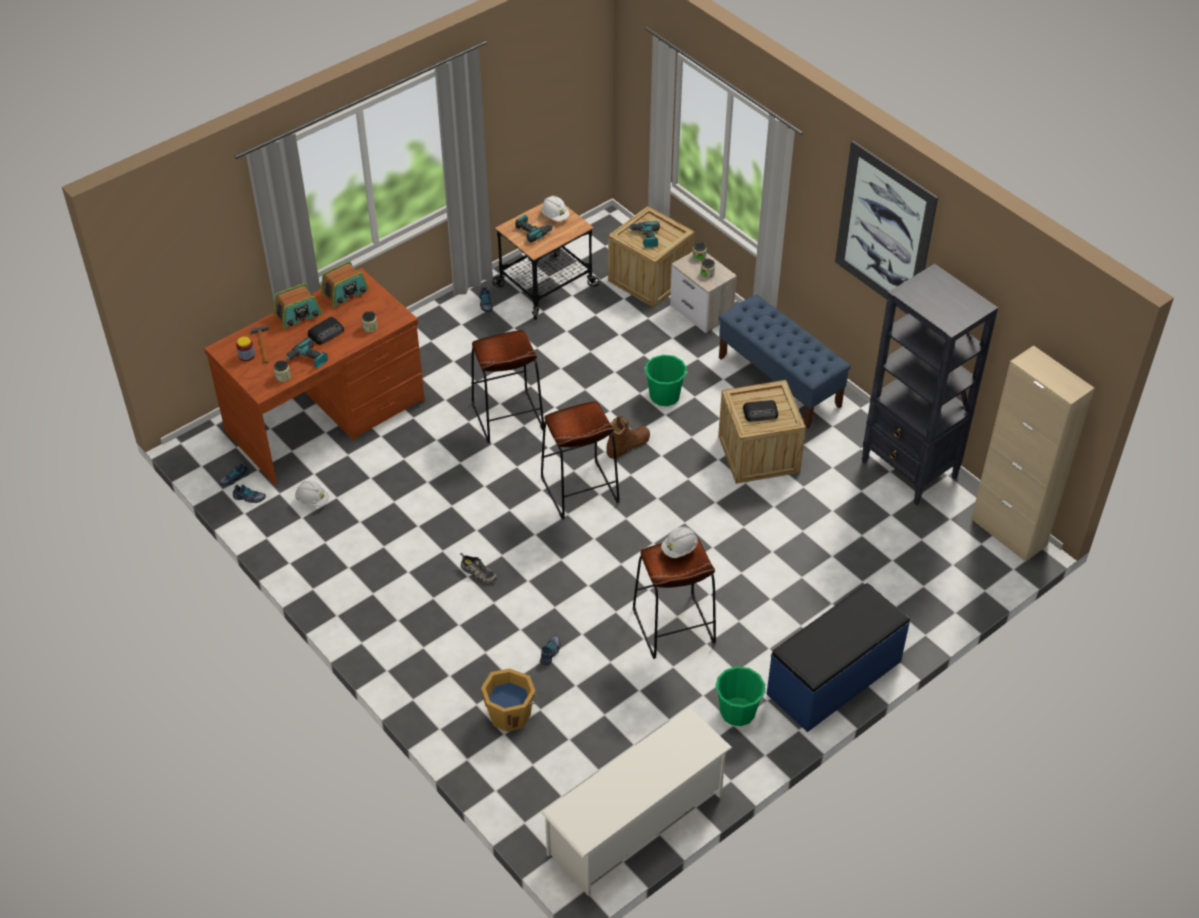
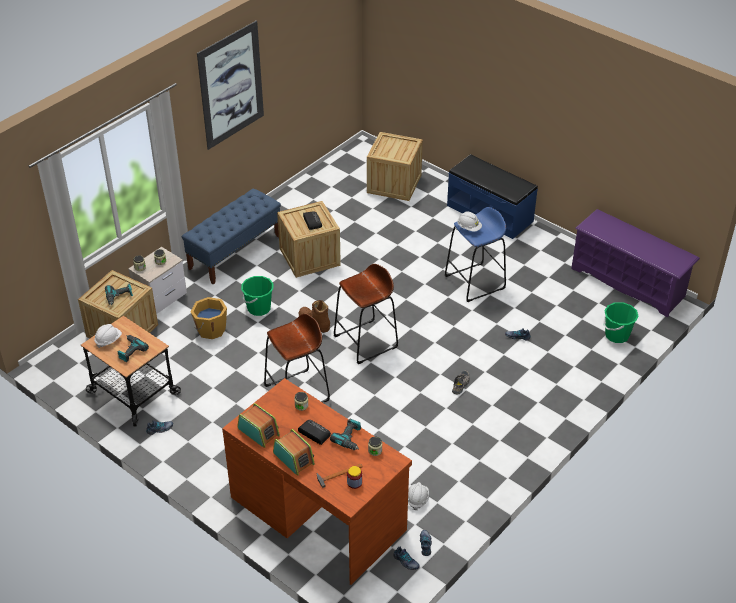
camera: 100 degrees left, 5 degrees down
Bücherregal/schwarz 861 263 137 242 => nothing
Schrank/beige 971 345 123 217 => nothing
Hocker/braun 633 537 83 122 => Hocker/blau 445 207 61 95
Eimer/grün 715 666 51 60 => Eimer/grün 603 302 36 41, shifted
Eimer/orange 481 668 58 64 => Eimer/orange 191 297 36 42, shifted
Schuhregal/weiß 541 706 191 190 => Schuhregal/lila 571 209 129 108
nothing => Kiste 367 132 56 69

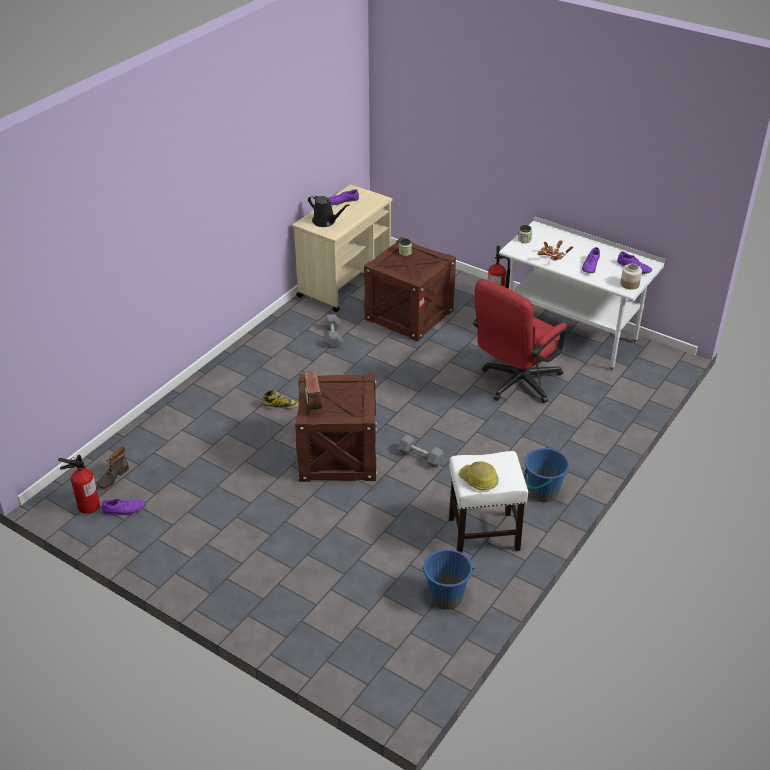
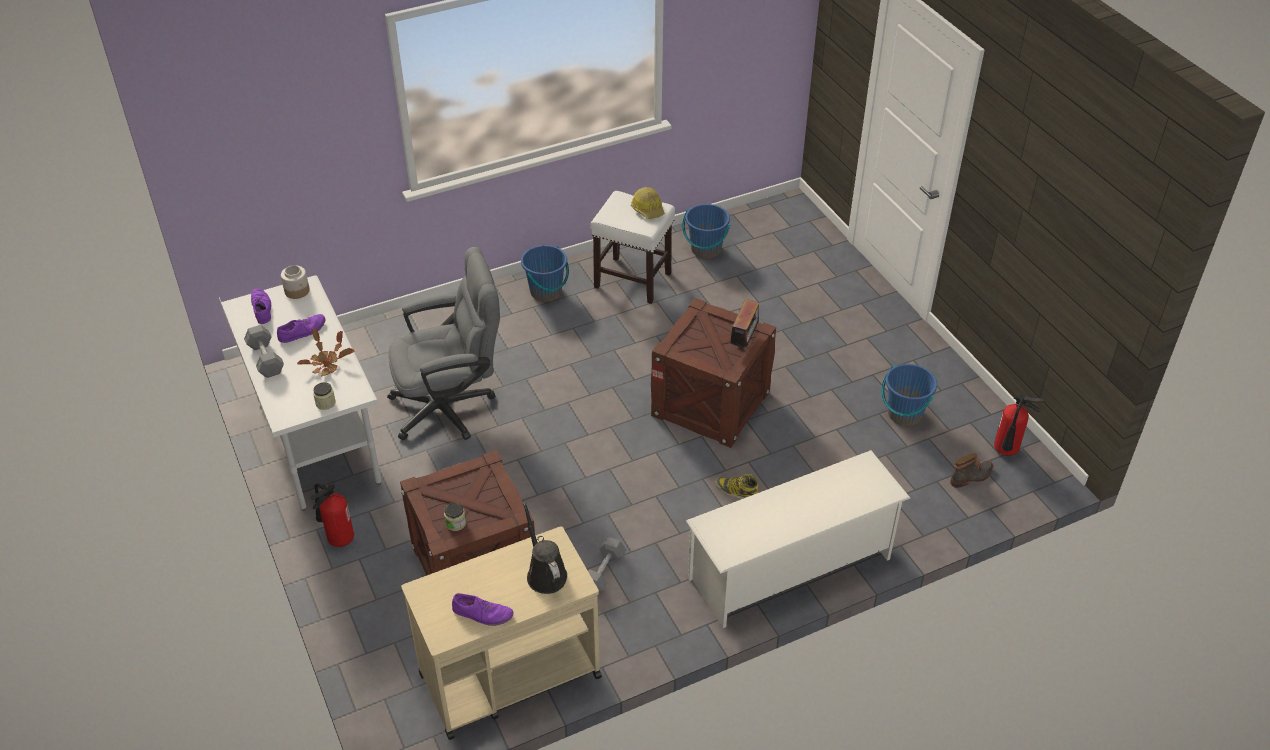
camera: 150 degrees left, 5 degrees up
Bürostuhl/rot 473 279 94 124 => Bürostuhl/grau 387 247 113 193
Hantel/grau 399 434 45 34 => Hantel/grau 244 325 40 53, shifted
Schuh/lila 101 499 44 16 => nothing
nothing => Eimer/blau 881 364 56 62
nothing => Schuhregal/weiß 686 450 224 178

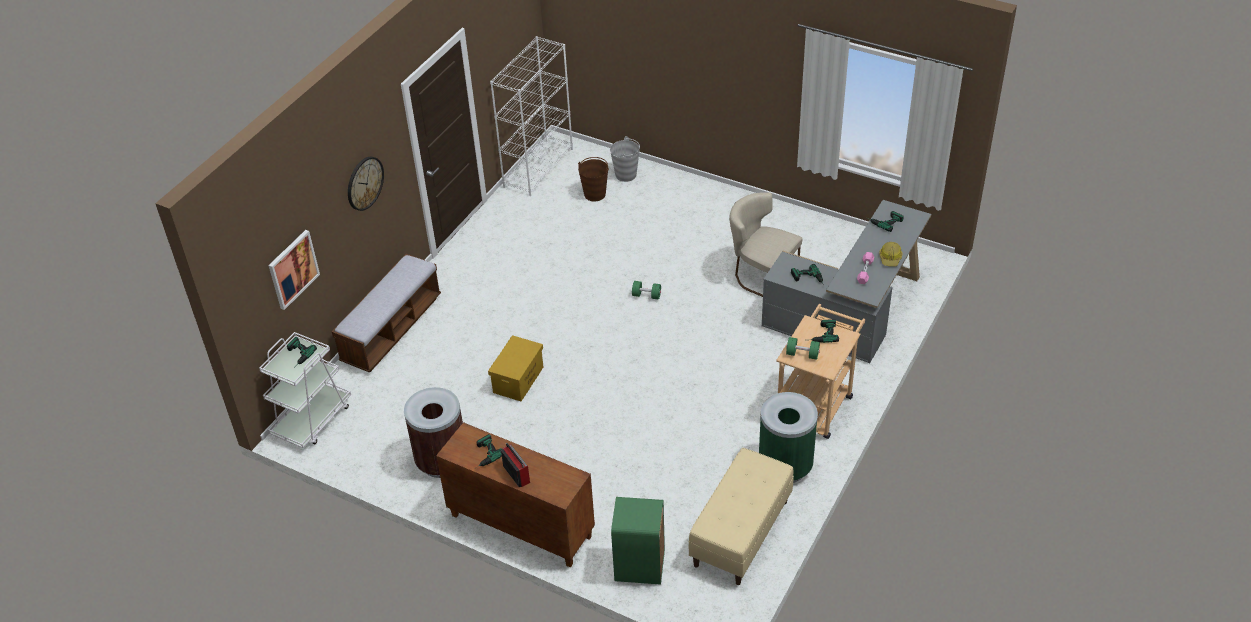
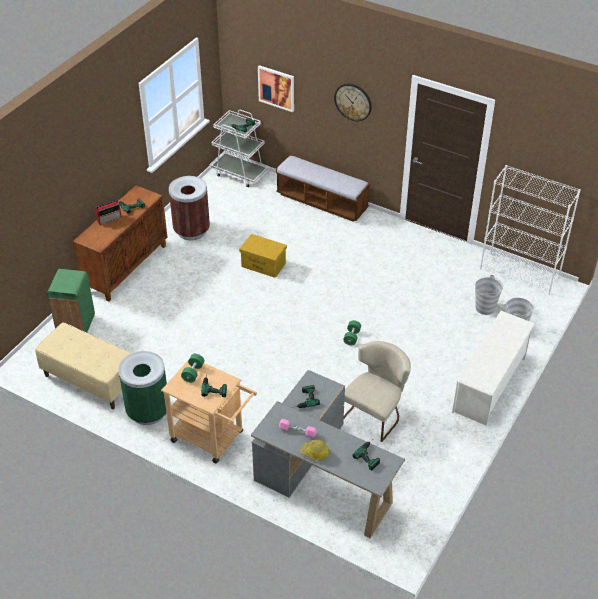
camera: 90 degrees right, 0 degrees up
Eimer/braun 578 157 31 44 => Eimer/grau 475 275 28 40
nothing => Schuhregal/weiß 452 311 83 115

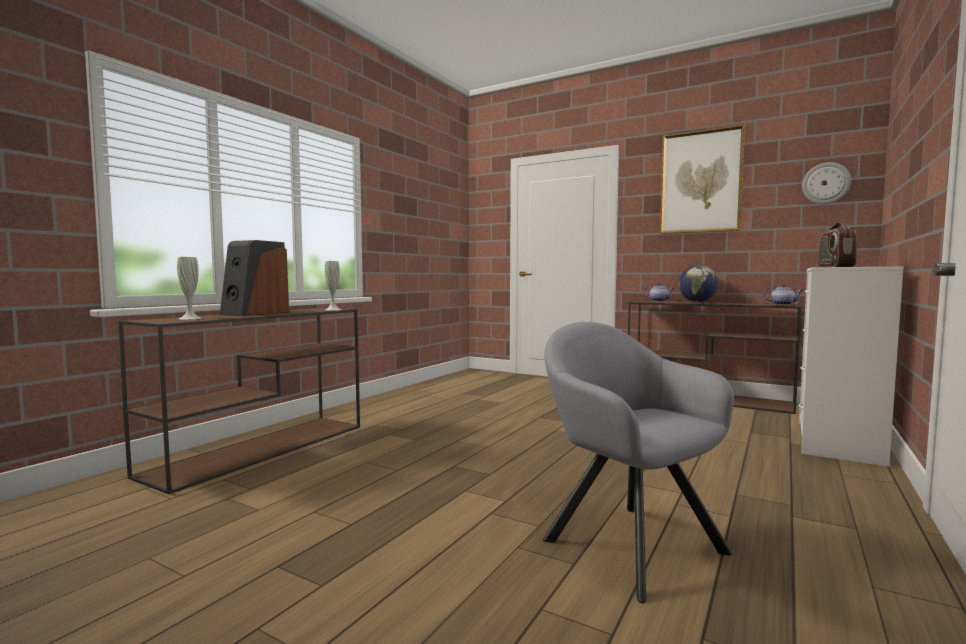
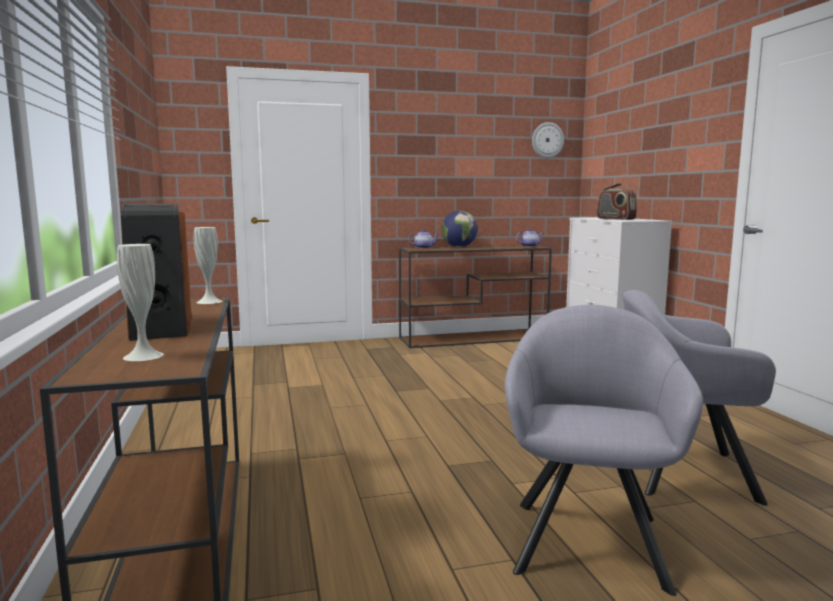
camera: 45 degrees left, 5 degrees up
Bild 660 125 85 109 => nothing
nothing => Sessel/grau 505 305 198 291

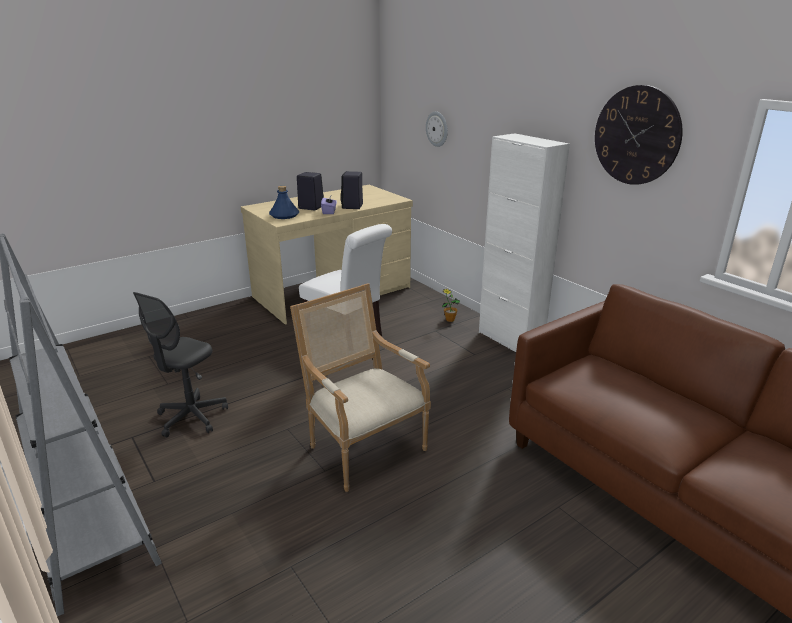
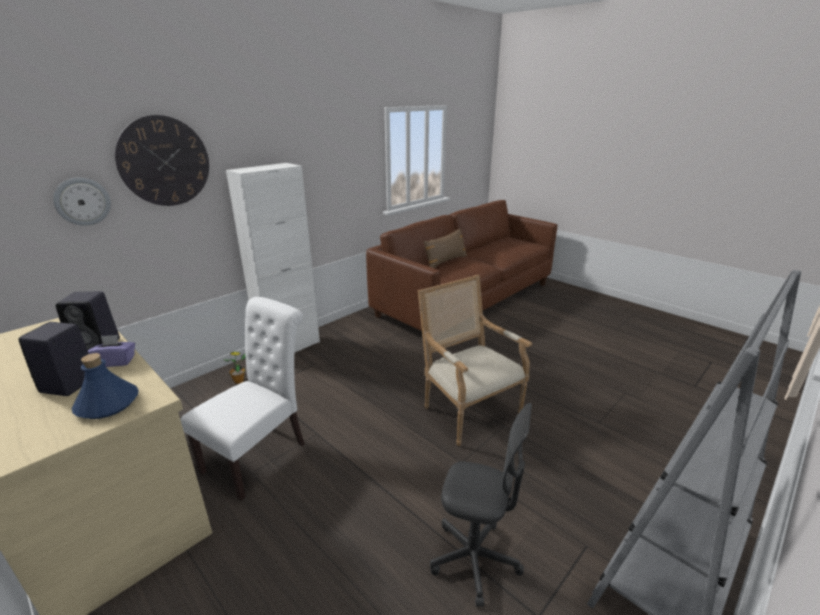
camera: 100 degrees left, 0 degrees up
Wanduhr 595 85 87 100 => Wanduhr 115 115 94 91, shifted
Sessel 290 284 141 208 => Sessel 418 275 114 171, 105 degrees clockwise
nothing => Kissen/braun 423 228 44 40

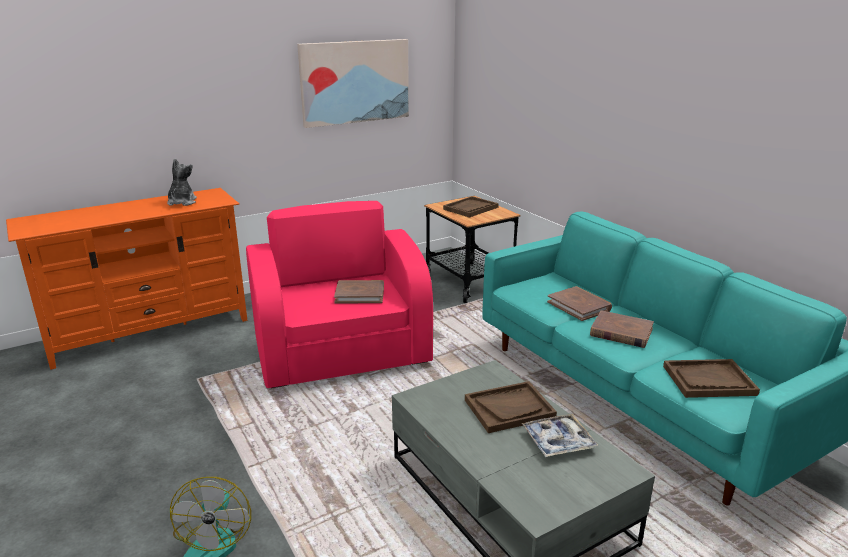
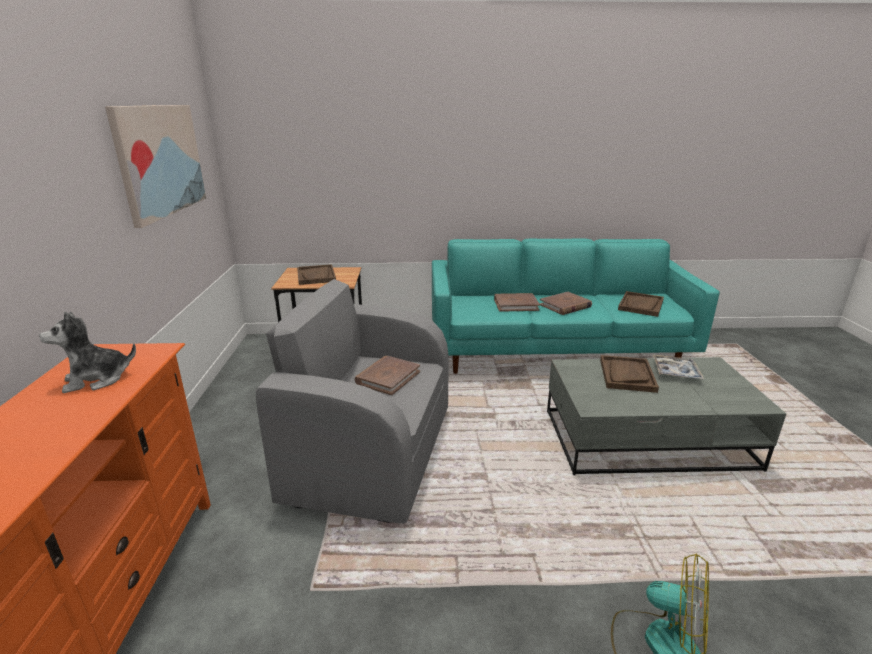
camera: 60 degrees left, 0 degrees up
Plüschtier 167 158 30 48 => Plüschtier 39 311 97 82, 60 degrees counterclockwise
Sessel/rosa 246 201 187 187 => Sessel/grau 256 279 193 244

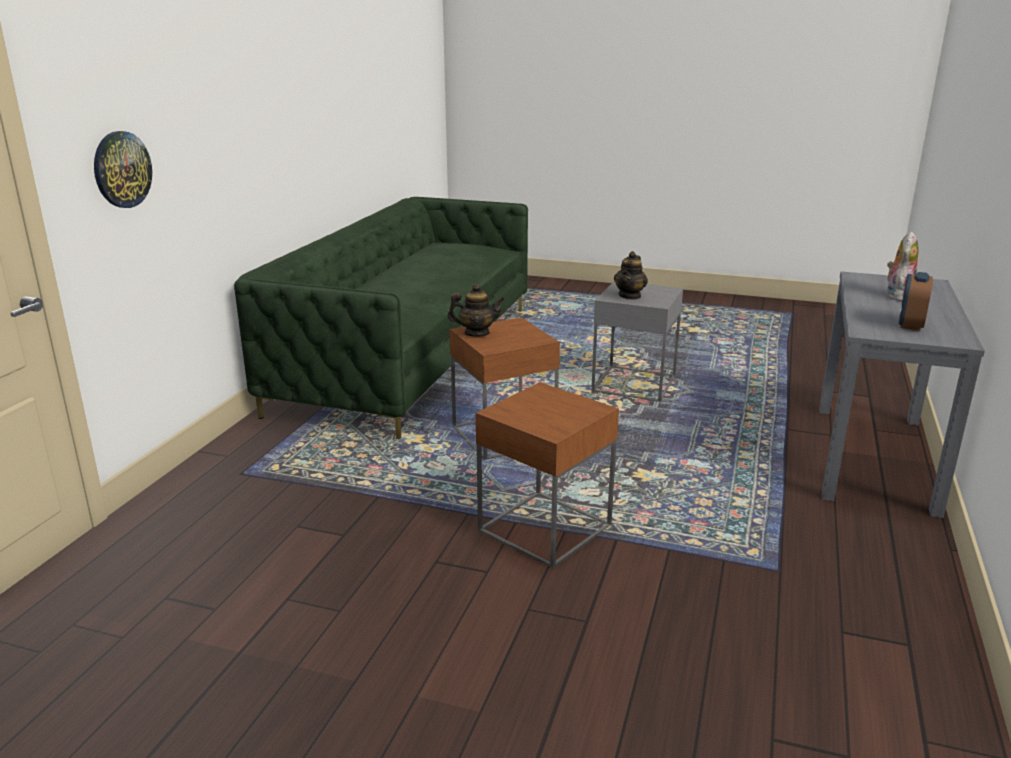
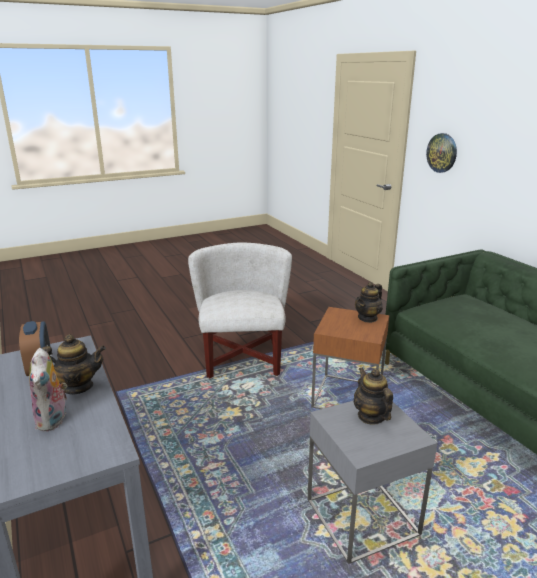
camera: 135 degrees right, 0 degrees up
Beistelltisch/braun 476 382 143 187 => Sessel/weiß 188 242 104 136
nothing => Teekanne 42 334 64 61

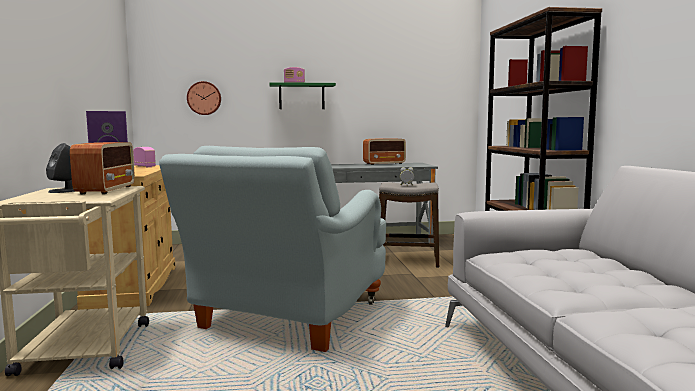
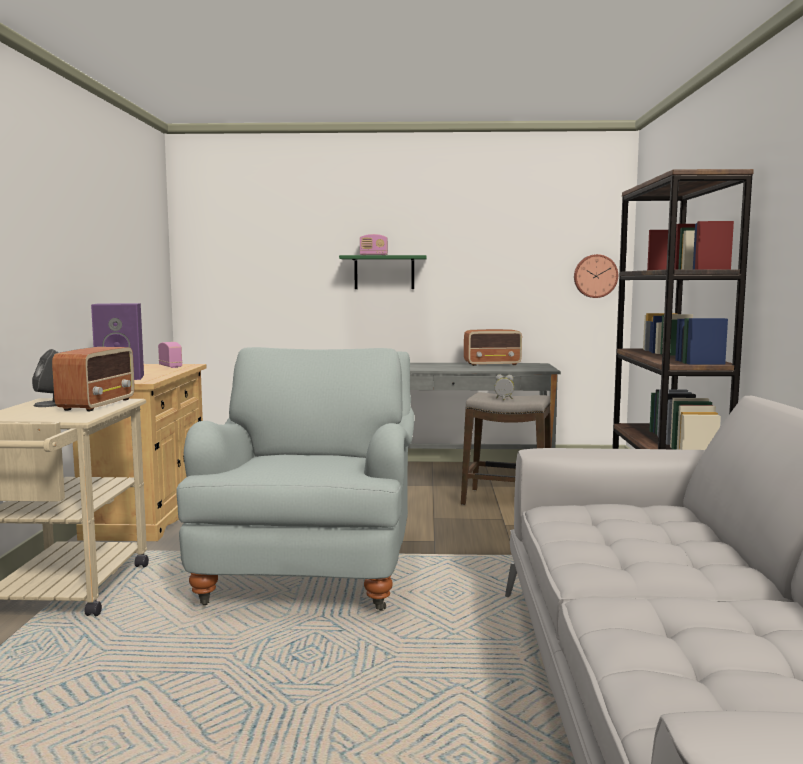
camera: 10 degrees right, 0 degrees up
Wanduhr 187 81 34 34 => Wanduhr 574 254 44 44, shifted
Sessel/grau 159 146 227 206 => Sessel/grau 176 347 239 264, 150 degrees clockwise

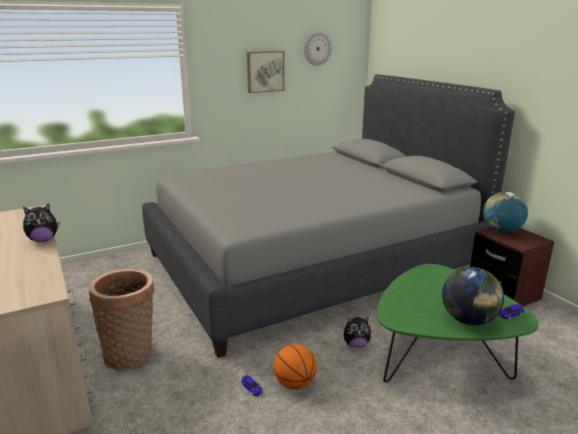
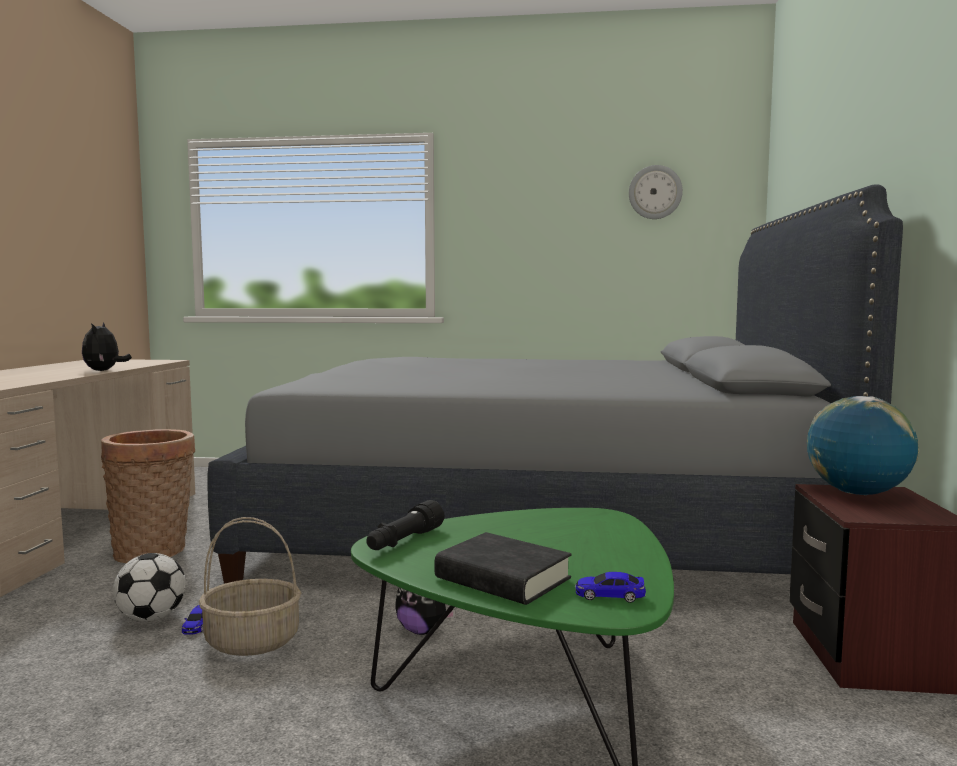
camera: 35 degrees right, 15 degrees down
Bild 247 51 37 42 => nothing
Plüschtier 23 203 37 39 => Plüschtier 82 322 50 49, 75 degrees clockwise
Globus 442 267 62 58 => Buch/schwarz 434 532 138 73
Basketball 274 344 43 46 => Korb 198 517 103 139
nothing => Taschenlampe/schwarz 366 500 78 50
nothing => Fußball 113 553 73 69

